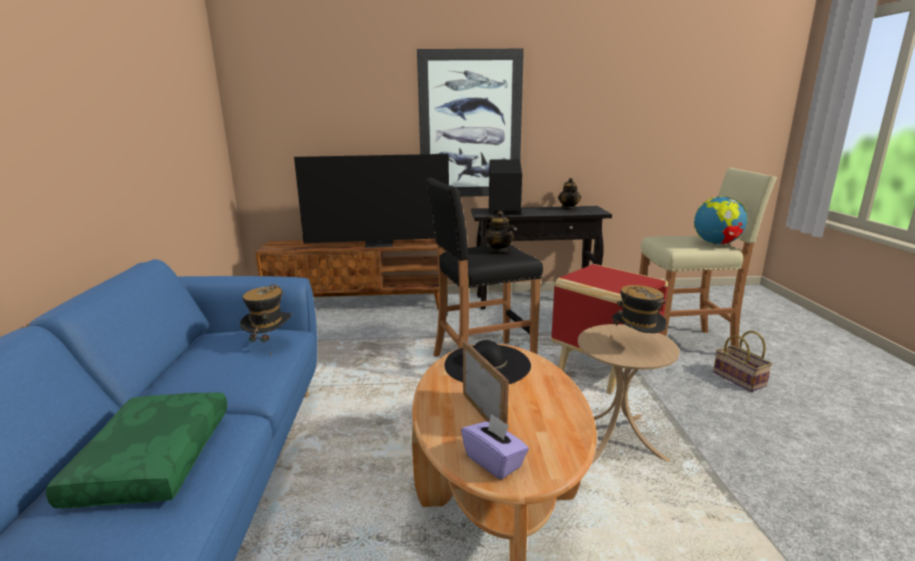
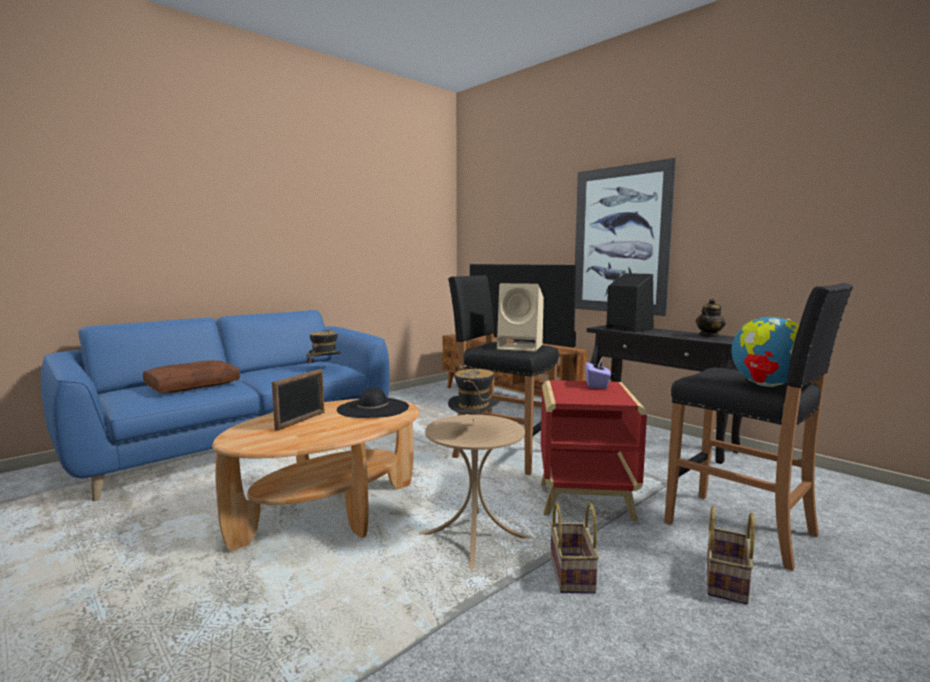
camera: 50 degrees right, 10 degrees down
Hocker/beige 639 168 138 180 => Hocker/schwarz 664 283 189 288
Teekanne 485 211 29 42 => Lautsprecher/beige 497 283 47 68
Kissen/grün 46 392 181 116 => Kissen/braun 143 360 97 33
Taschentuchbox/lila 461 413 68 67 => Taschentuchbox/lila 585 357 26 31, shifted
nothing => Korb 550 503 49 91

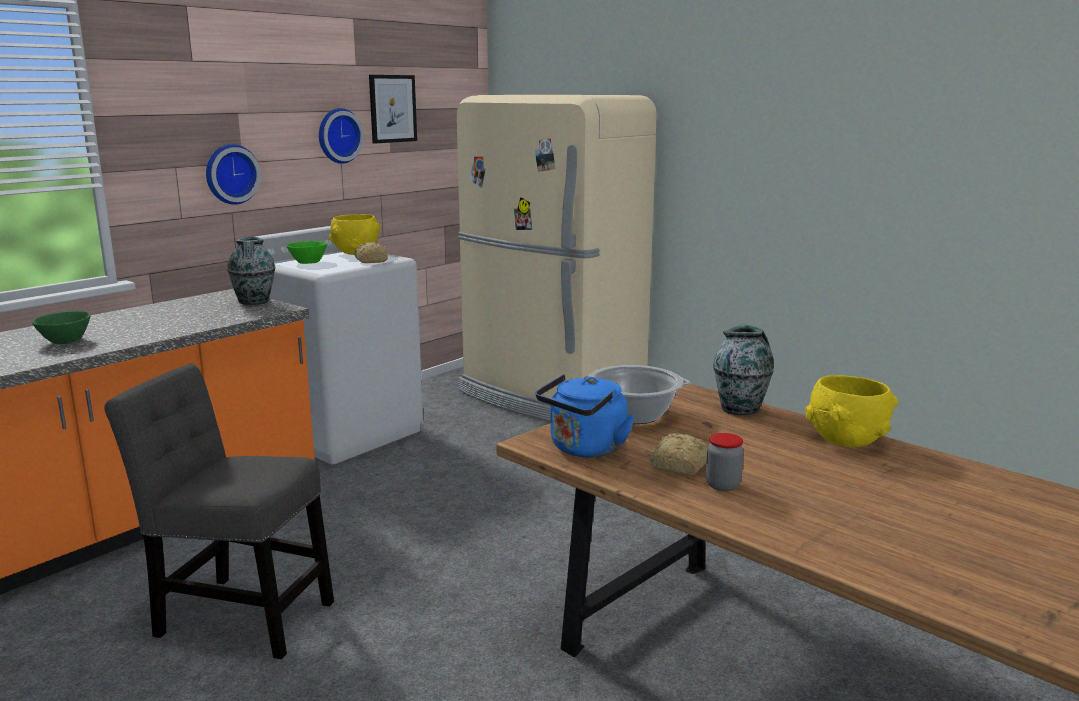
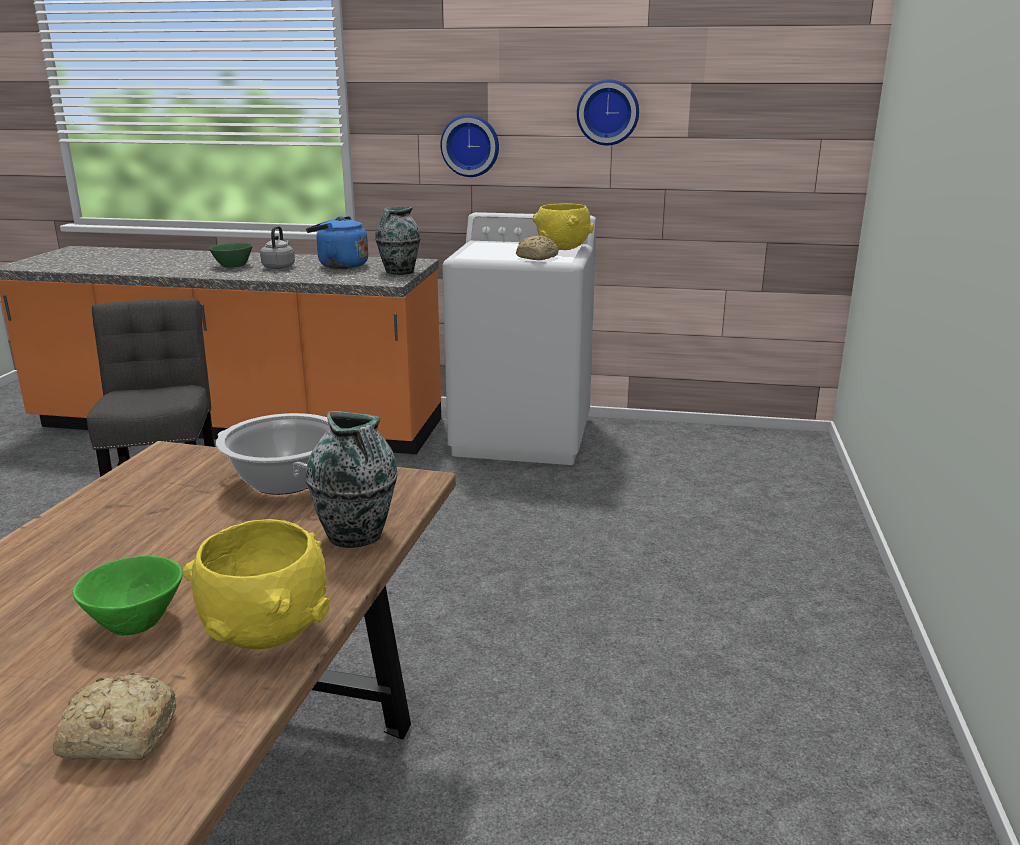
camera: 60 degrees right, 5 degrees up
Bild 369 75 48 69 => nothing
Kühlschrank/beige 457 95 200 326 => nothing
Schüssel/grün 286 241 41 23 => Schüssel/grün 73 556 110 80, shifted
Wasserkessel/blau 536 374 98 83 => Wasserkessel/blau 306 216 62 53, shifted
Brot 650 433 58 43 => Brot 53 672 123 88, shifted
Vorratsglas 706 433 38 58 => nothing
nothing => Wasserkessel/grau 260 226 35 43

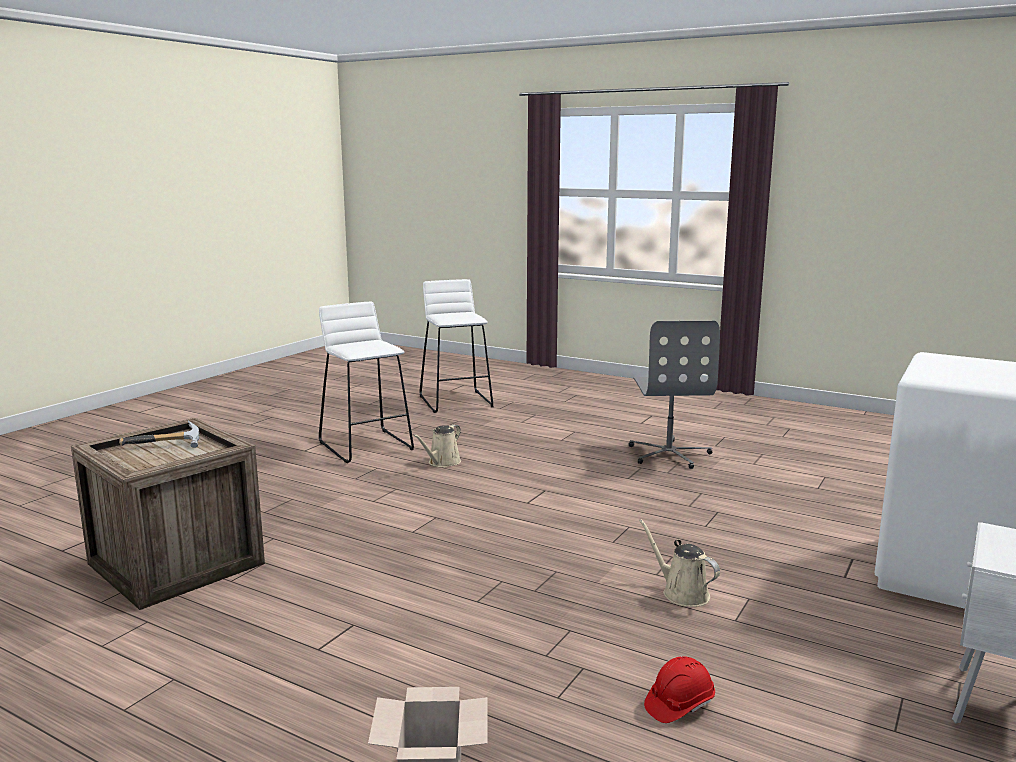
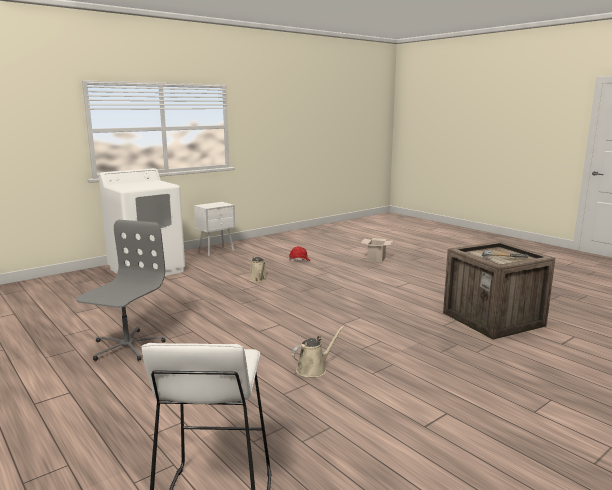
camera: 160 degrees left, 0 degrees up
Hocker/weiß 319 302 95 161 => nothing

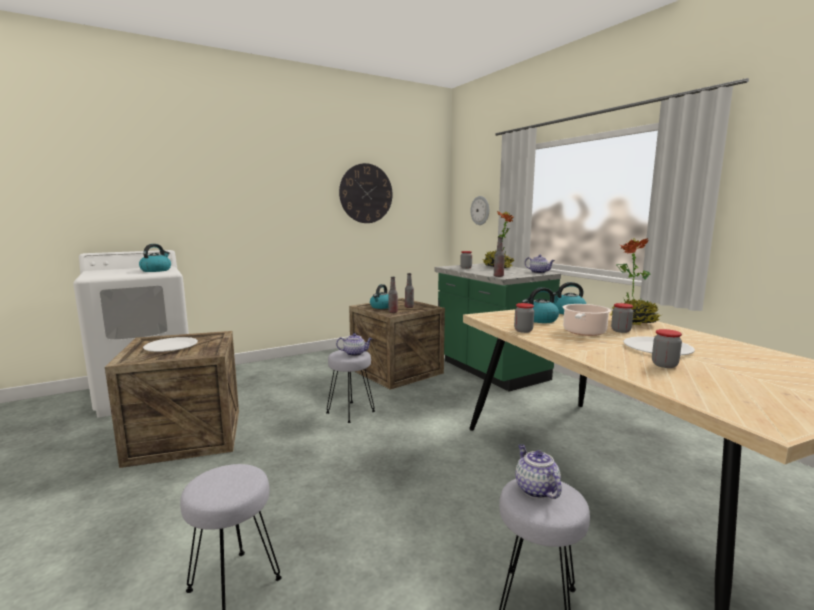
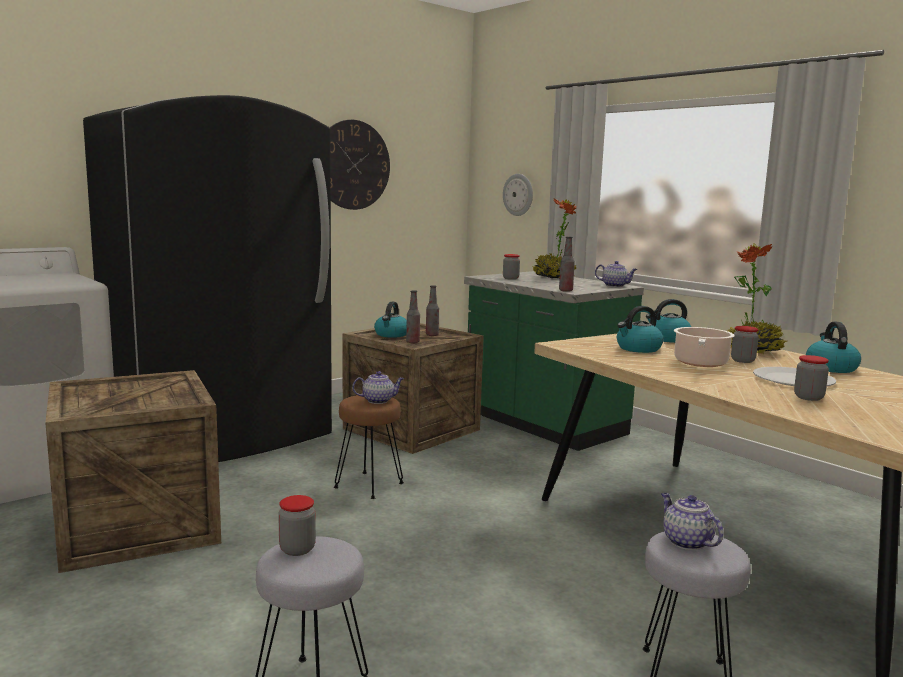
camera: 10 degrees left, 0 degrees up
Wasserkessel 139 244 32 28 => Wasserkessel 806 322 55 51, shifted
Vorratsglas 514 303 20 30 => Vorratsglas 278 495 38 61, shifted
Teller/weiß 143 337 55 15 => nothing
Hocker/grau 326 350 49 73 => Hocker/braun 334 395 70 104
nothing => Kühlschrank/schwarz 83 95 249 367

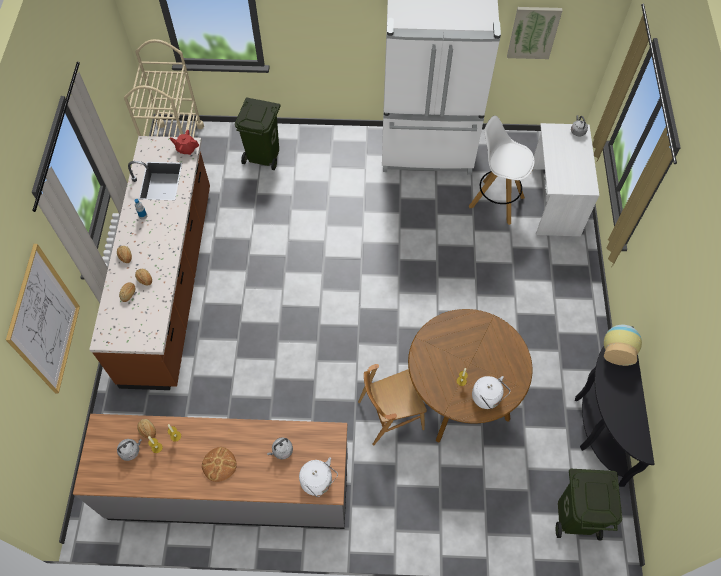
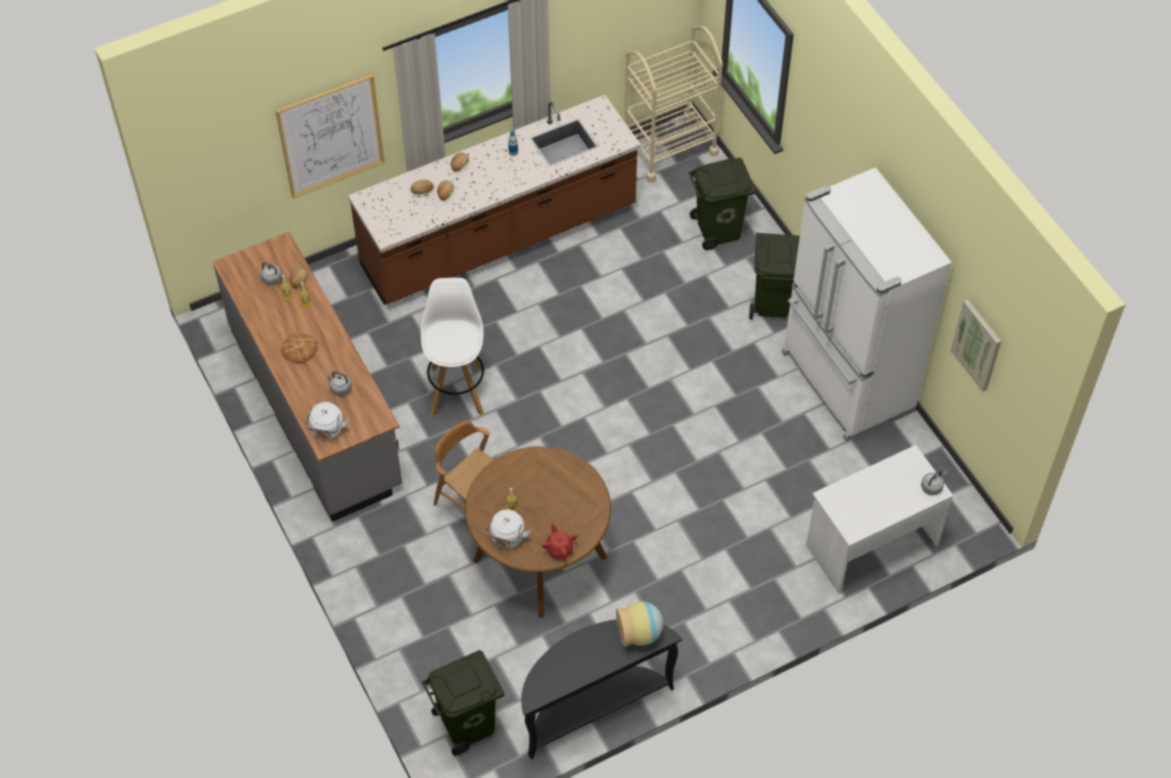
camera: 60 degrees right, 5 degrees down
Hocker/weiß 469 116 66 109 => Hocker/weiß 421 278 63 139, shifted
Teekanne/rot 170 130 29 25 => Teekanne/rot 542 523 35 37, shifted
nothing => Mülleimer/grün 749 233 51 87

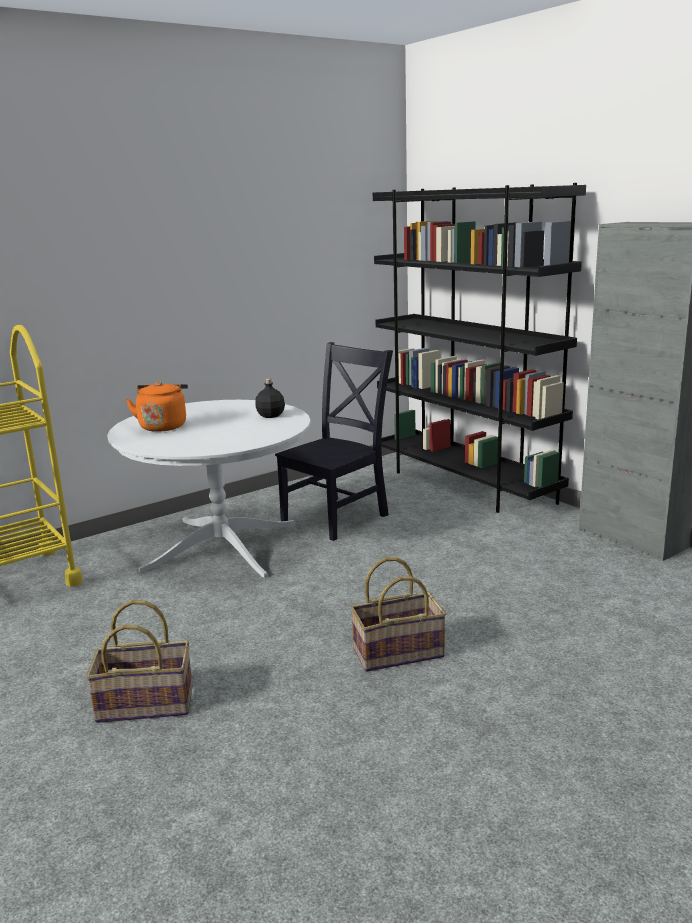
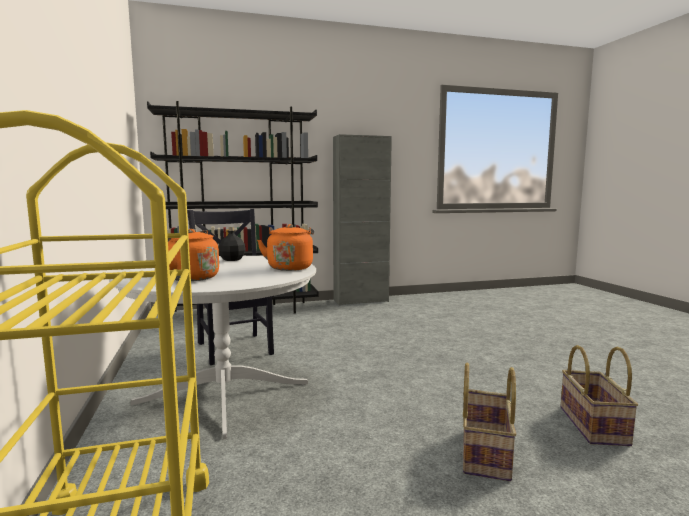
camera: 70 degrees left, 10 degrees down
Korb 350 557 96 115 => Korb 560 345 78 101, shifted
nothing => Wasserkessel/orange 257 224 57 47

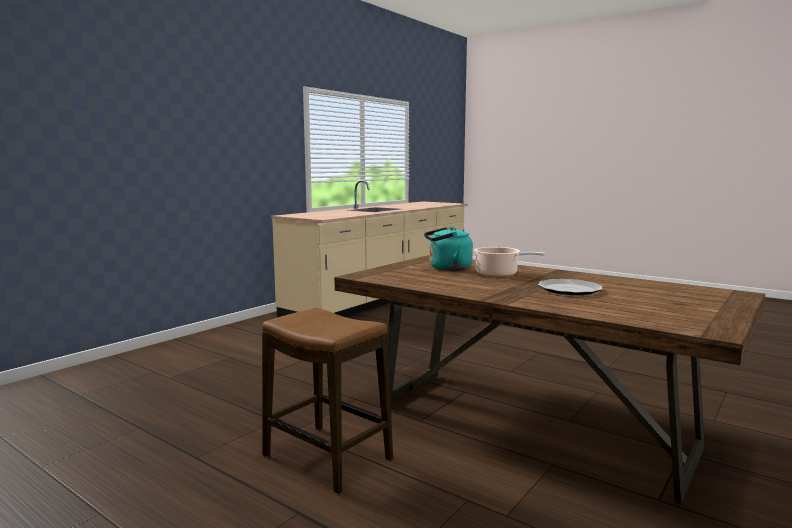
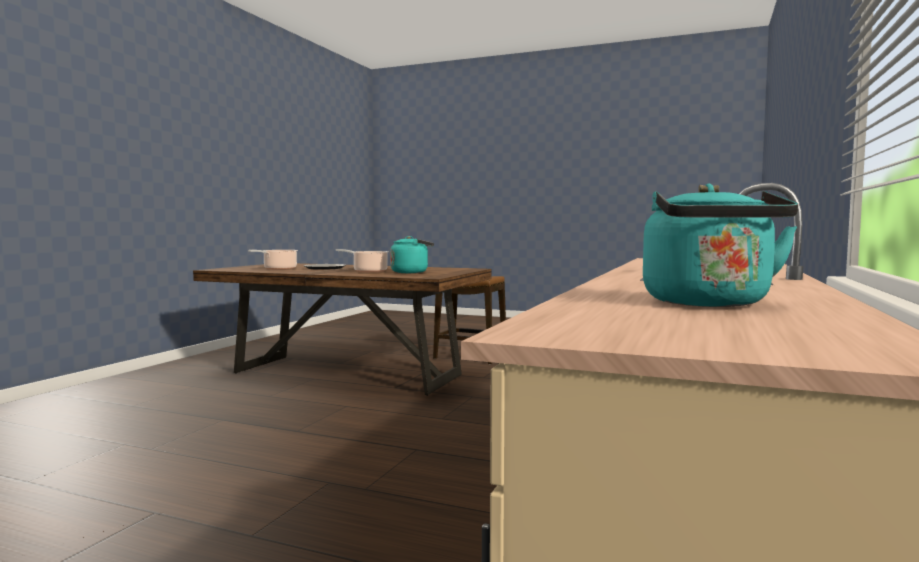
camera: 165 degrees right, 5 degrees down
nothing => Wasserkessel/türkis 643 183 155 124
nothing => Kochtopf 248 250 50 20

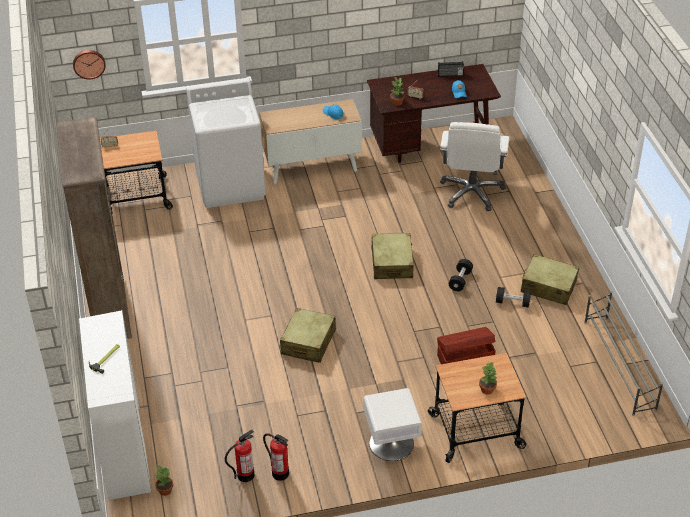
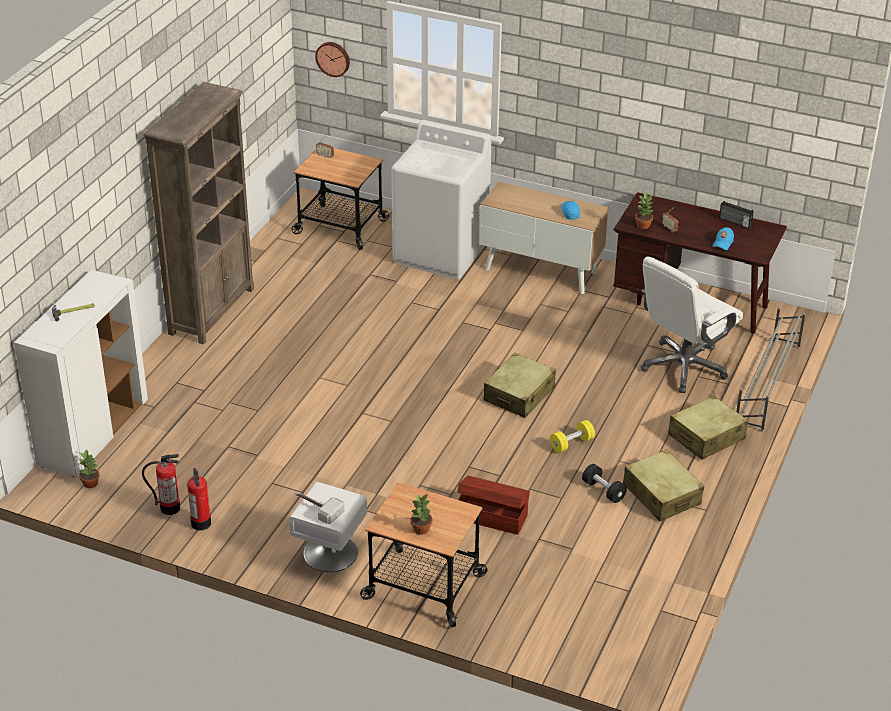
camera: 35 degrees right, 5 degrees down
Hantel/schwarz 449 259 24 32 => Hantel/gelb 550 420 45 33
Schuhregal/grau 584 291 79 125 => Schuhregal/grau 736 307 70 125, shifted
Koffer/beige 280 308 56 55 => Koffer/beige 668 396 80 64, shifted
nothing => Hammer 295 492 49 32

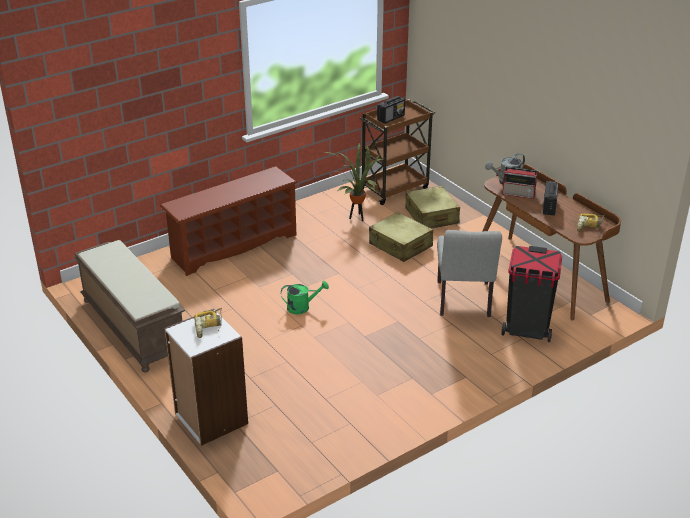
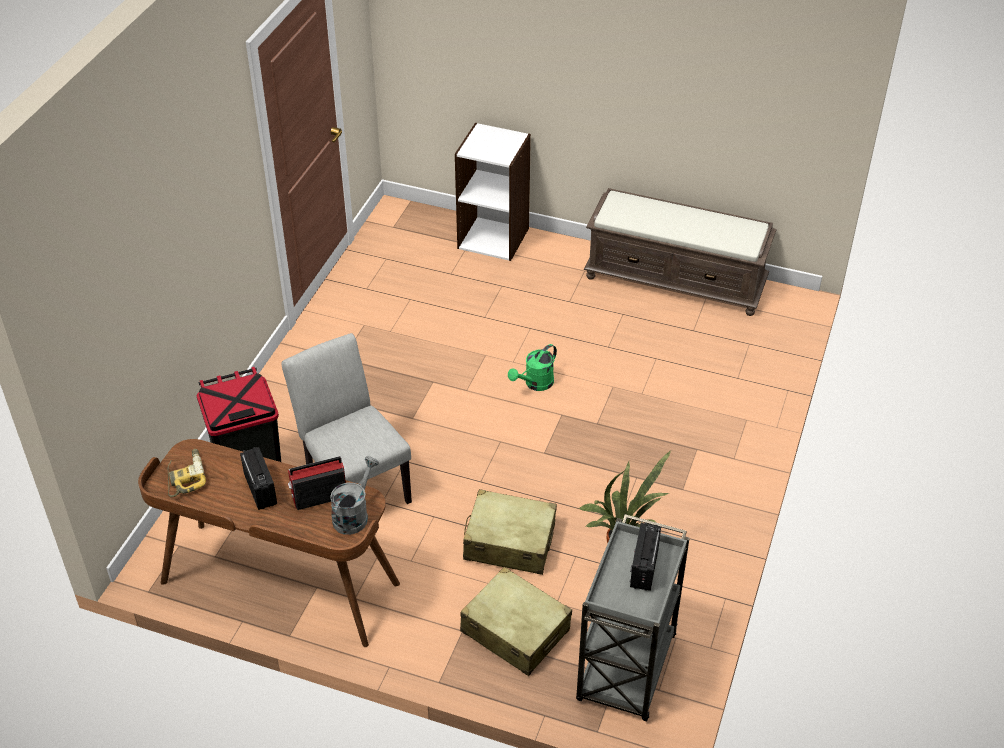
camera: 145 degrees right, 10 degrees up
Rollwagen/braun 359 99 76 106 => Rollwagen/grau 576 514 114 208
Schuhregal/braun 160 166 138 110 => nothing
Bohrmaschine 194 308 28 30 => nothing

